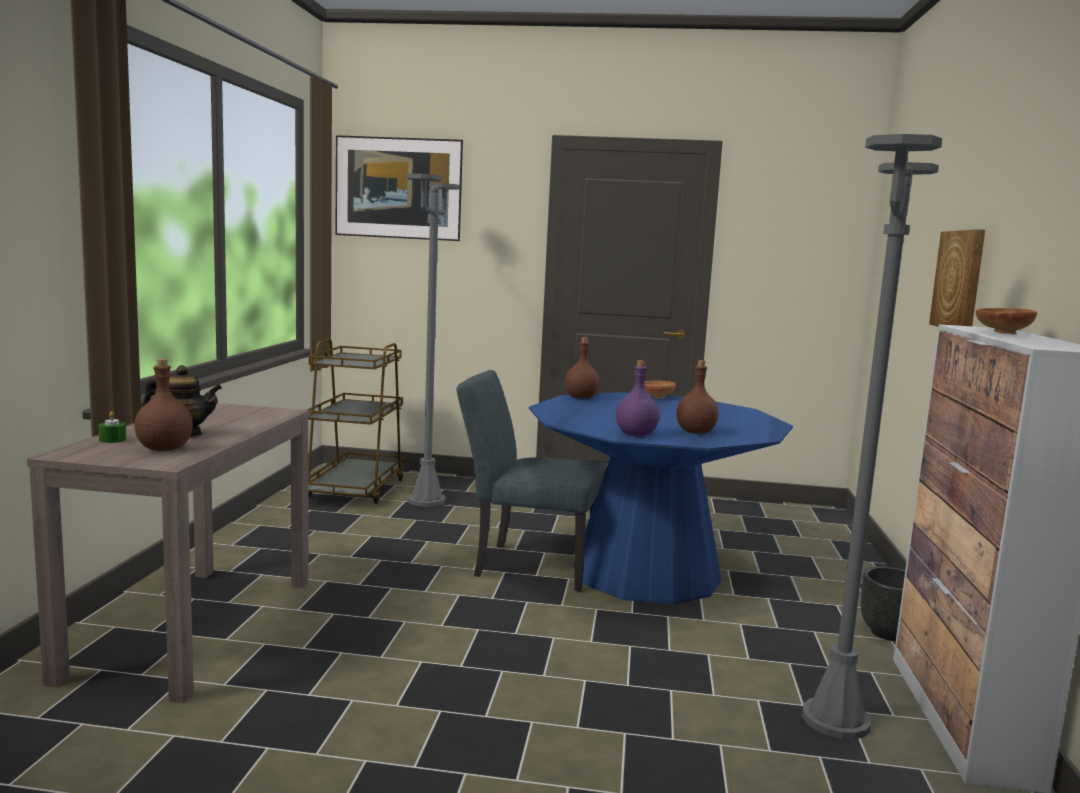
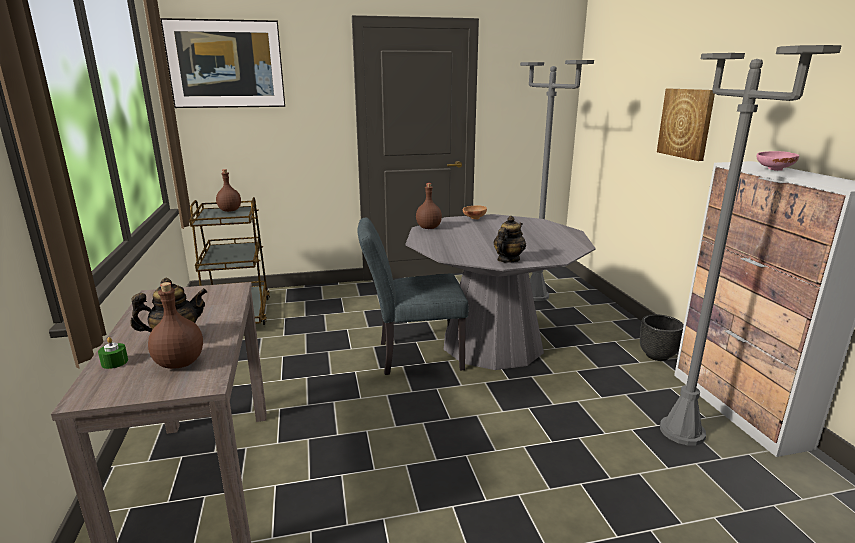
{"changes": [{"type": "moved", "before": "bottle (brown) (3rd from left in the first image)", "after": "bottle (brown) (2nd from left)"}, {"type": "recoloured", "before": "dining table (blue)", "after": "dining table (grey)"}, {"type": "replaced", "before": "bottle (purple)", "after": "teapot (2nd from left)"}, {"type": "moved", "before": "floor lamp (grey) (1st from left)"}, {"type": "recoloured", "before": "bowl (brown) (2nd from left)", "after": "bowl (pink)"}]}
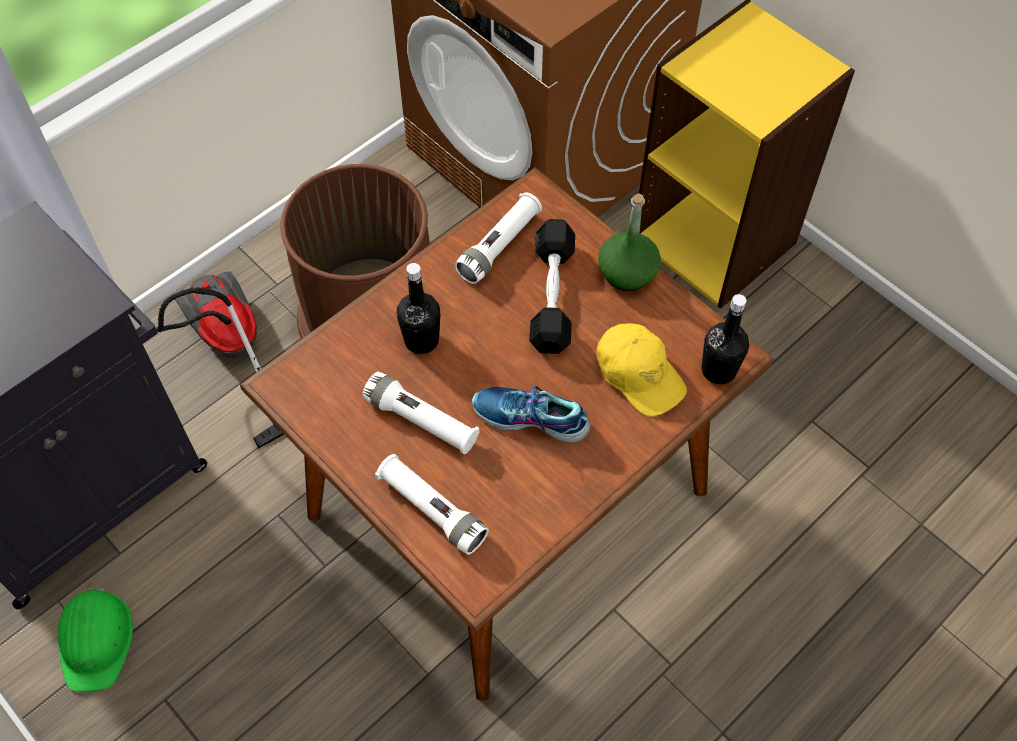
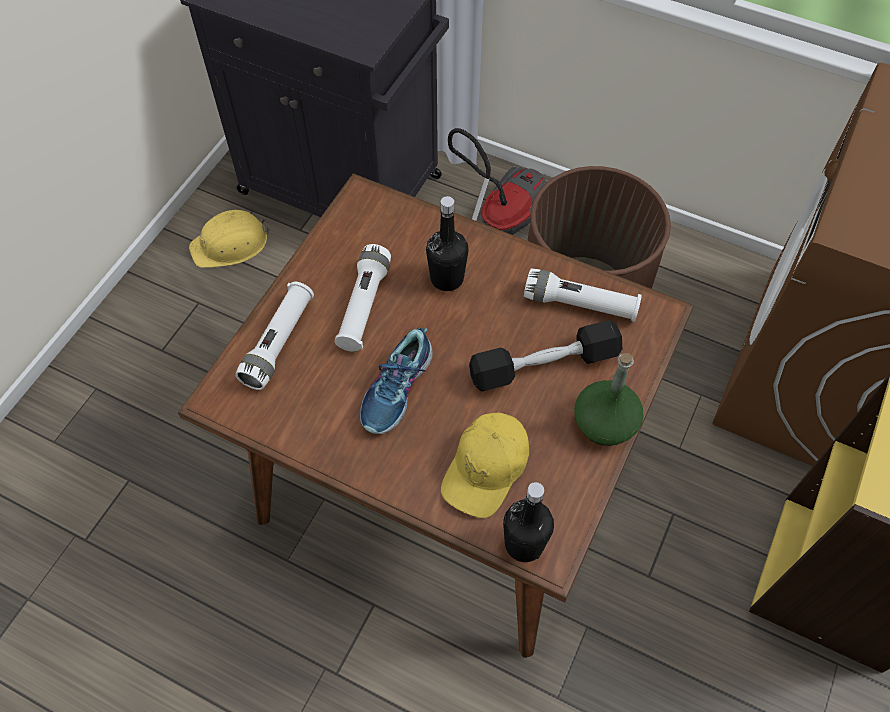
{"changes": [{"type": "recoloured", "before": "hard hat (green)", "after": "hard hat (yellow)"}, {"type": "turned", "before": "shoe", "turn": -150}]}
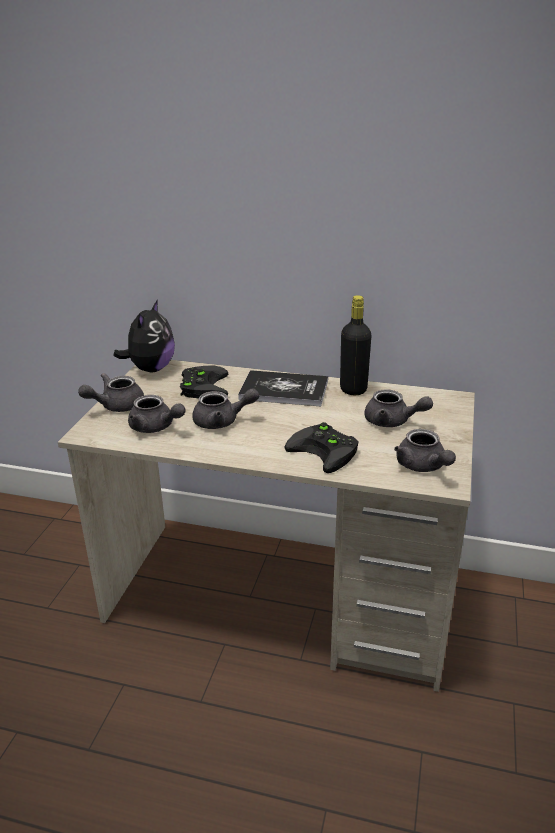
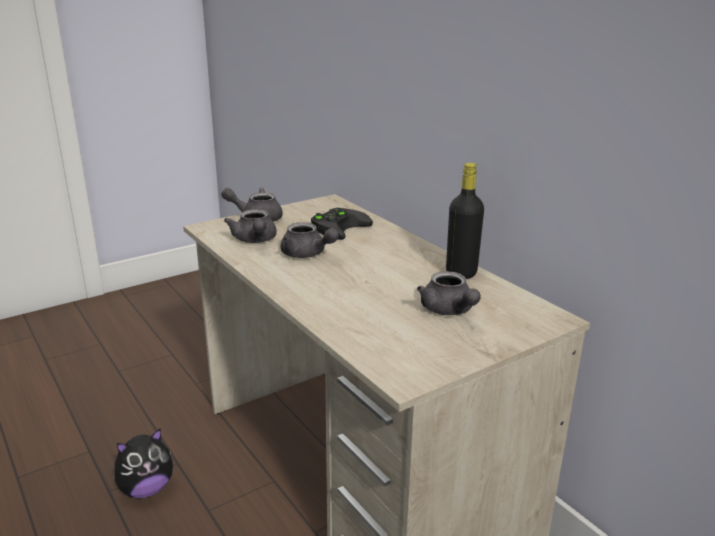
{"changes": [{"type": "moved", "before": "plush toy"}, {"type": "removed", "before": "book"}, {"type": "removed", "before": "game controller (black) (2nd from left)"}, {"type": "removed", "before": "teapot (grey) (5th from left)"}]}
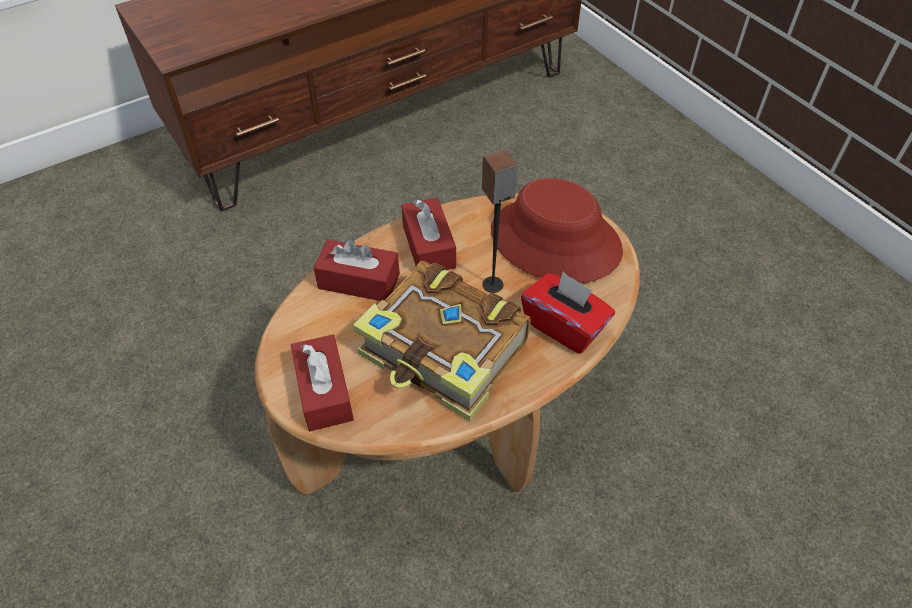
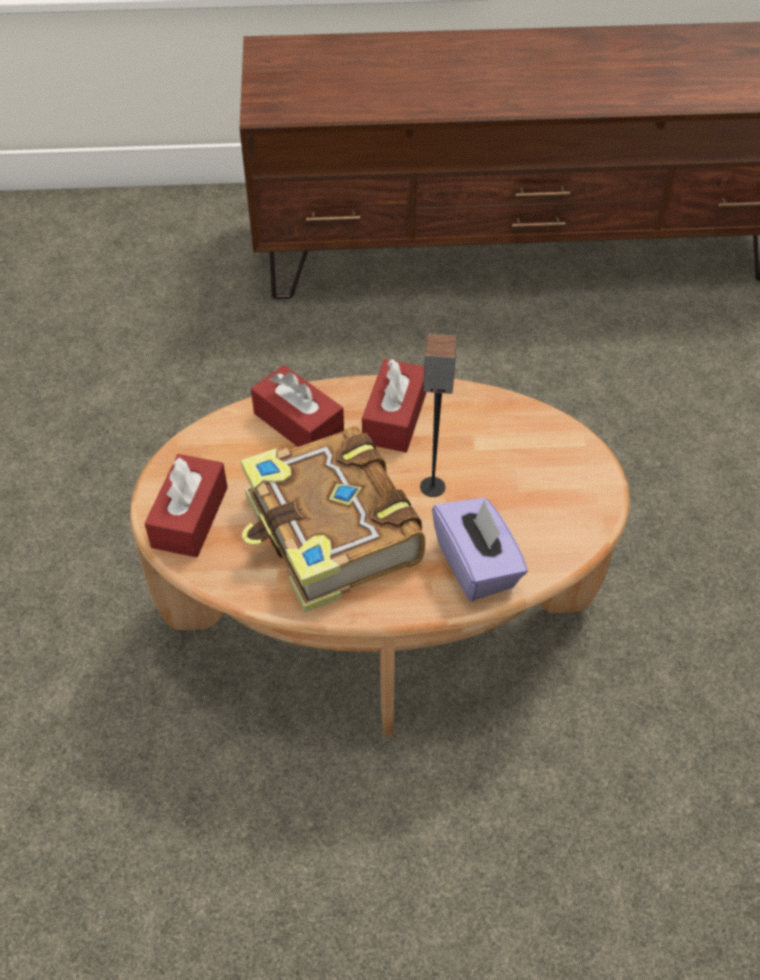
{"changes": [{"type": "recoloured", "before": "tissue box (red) (4th from left)", "after": "tissue box (purple)"}, {"type": "removed", "before": "hat (red)"}]}
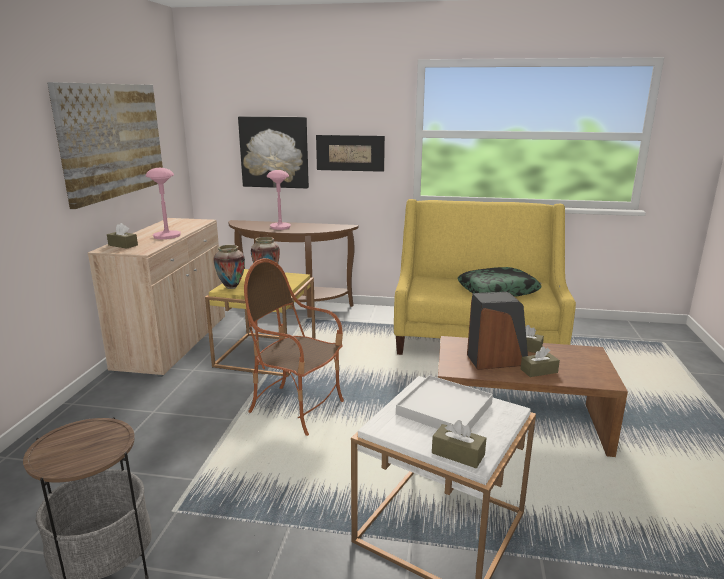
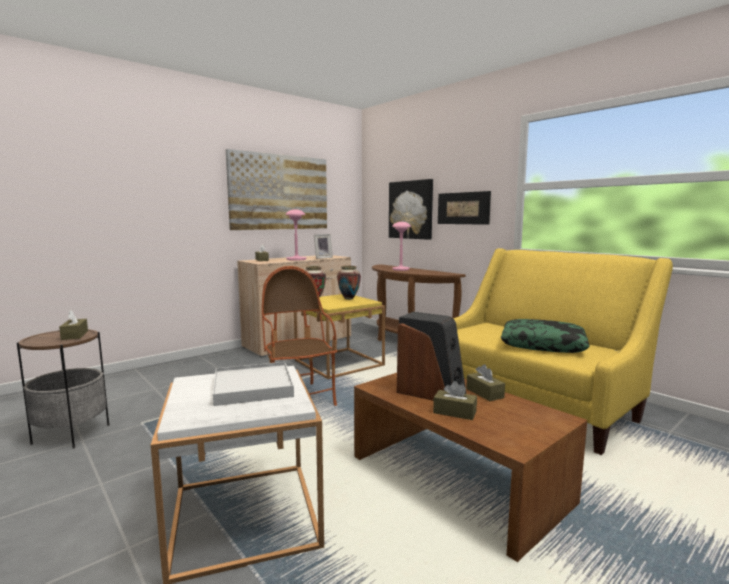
{"changes": [{"type": "moved", "before": "tissue box (brown) (2nd from left in the first image)", "after": "tissue box (brown) (1st from left)"}, {"type": "added", "after": "picture frame"}]}
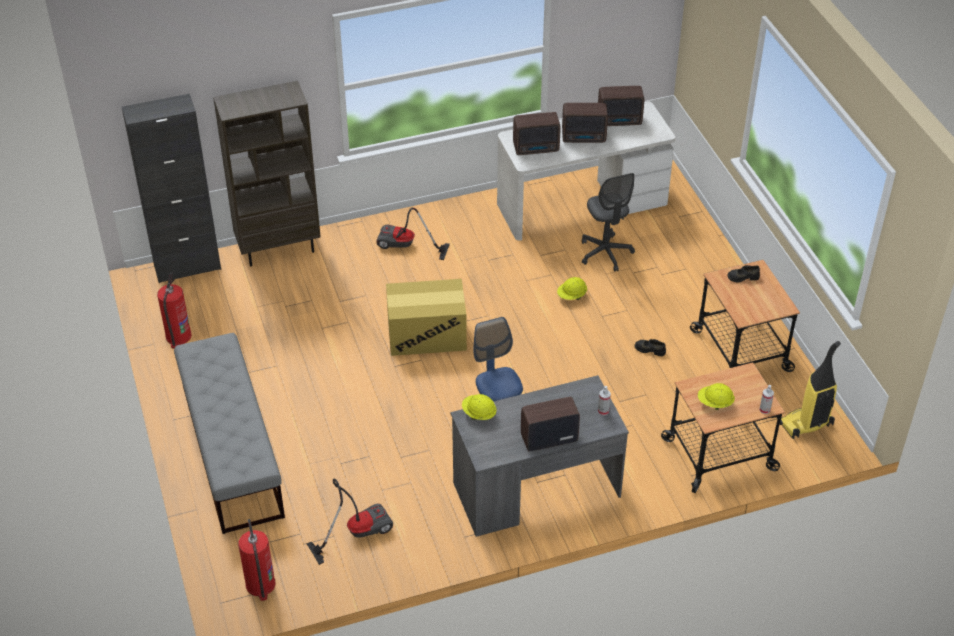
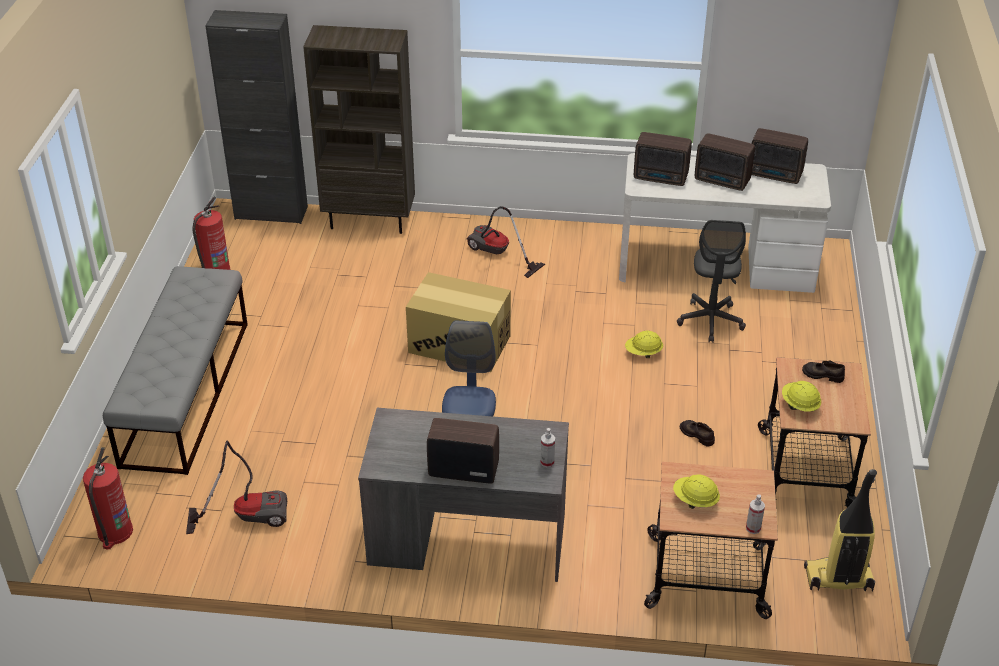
{"changes": [{"type": "moved", "before": "hard hat (yellow) (1st from left in the first image)", "after": "hard hat (yellow) (3rd from left)"}]}
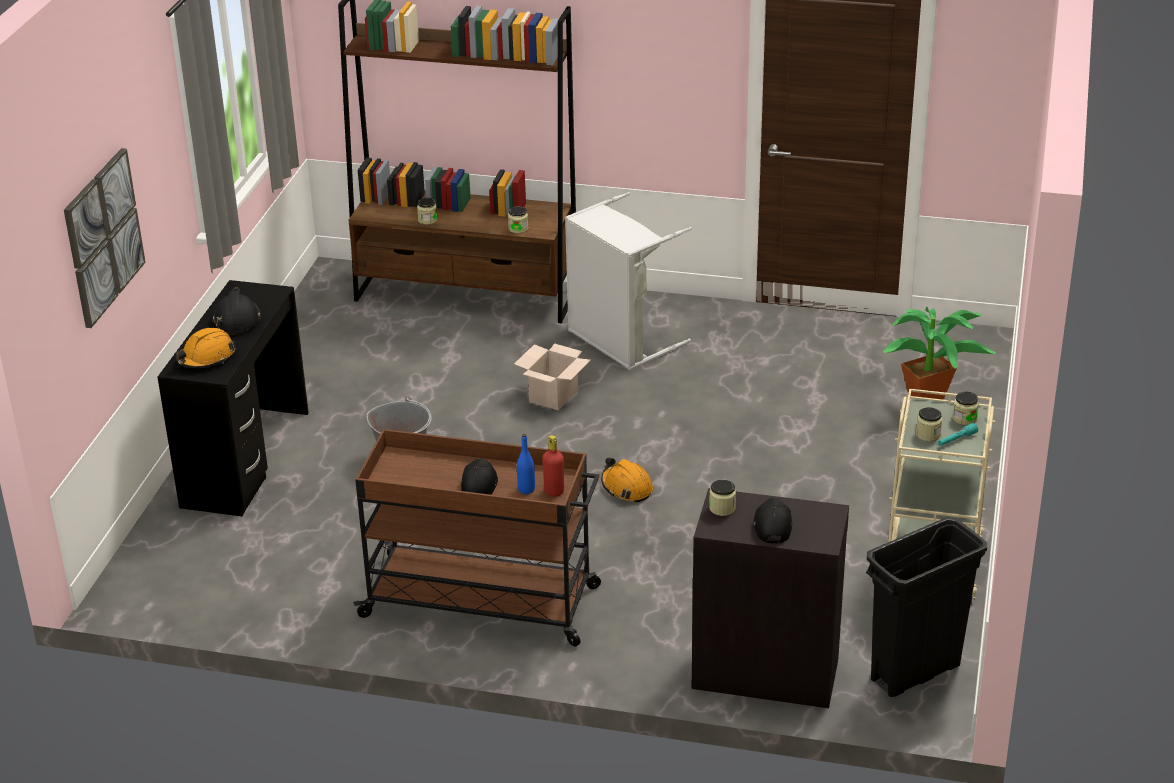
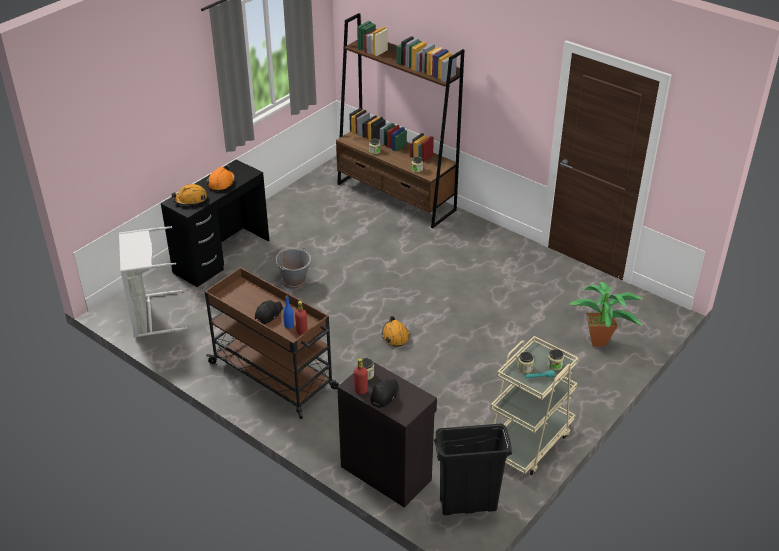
{"changes": [{"type": "moved", "before": "laundry basket (grey)"}, {"type": "recoloured", "before": "hard hat (black)", "after": "hard hat (orange) (2nd from left)"}, {"type": "added", "after": "bottle (red) (2nd from left)"}, {"type": "removed", "before": "picture"}, {"type": "removed", "before": "cardboard box"}]}
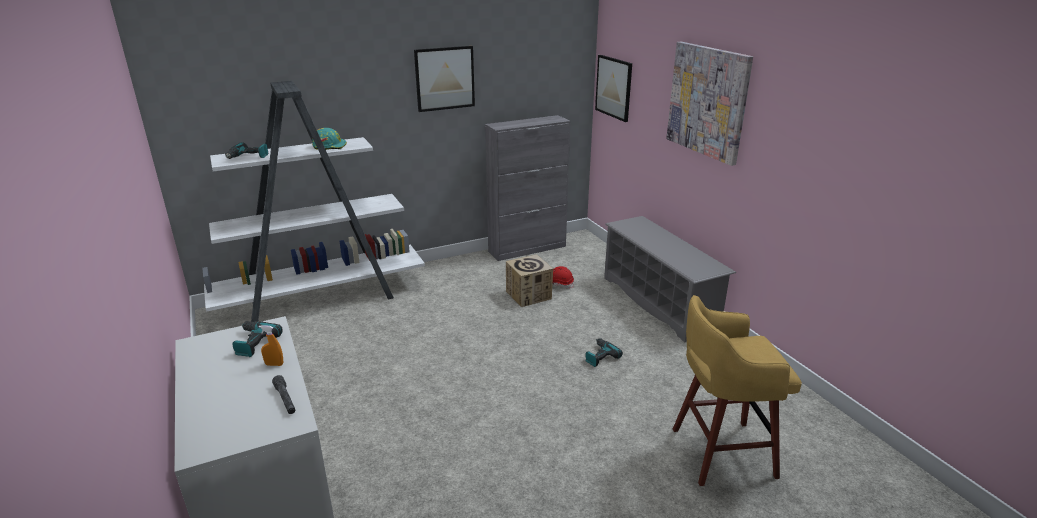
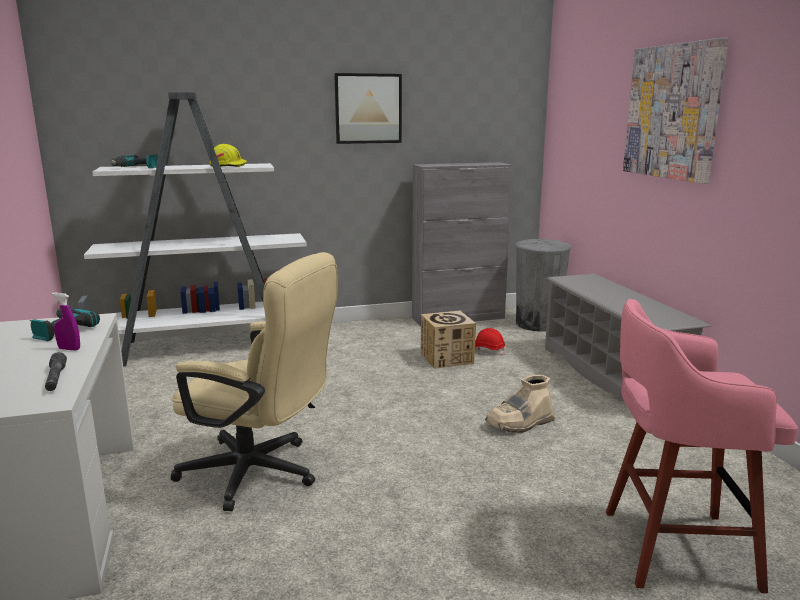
{"changes": [{"type": "recoloured", "before": "spray bottle (orange)", "after": "spray bottle (purple)"}, {"type": "added", "after": "office chair (beige)"}, {"type": "recoloured", "before": "hard hat (turquoise)", "after": "hard hat (yellow)"}, {"type": "replaced", "before": "power drill (3rd from left)", "after": "boot (beige)"}, {"type": "added", "after": "trash can (grey)"}, {"type": "recoloured", "before": "stool (yellow)", "after": "stool (pink)"}, {"type": "removed", "before": "picture (2nd from left)"}]}
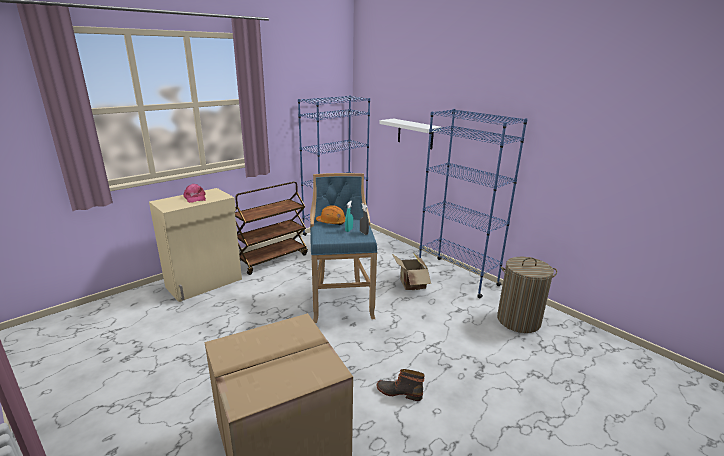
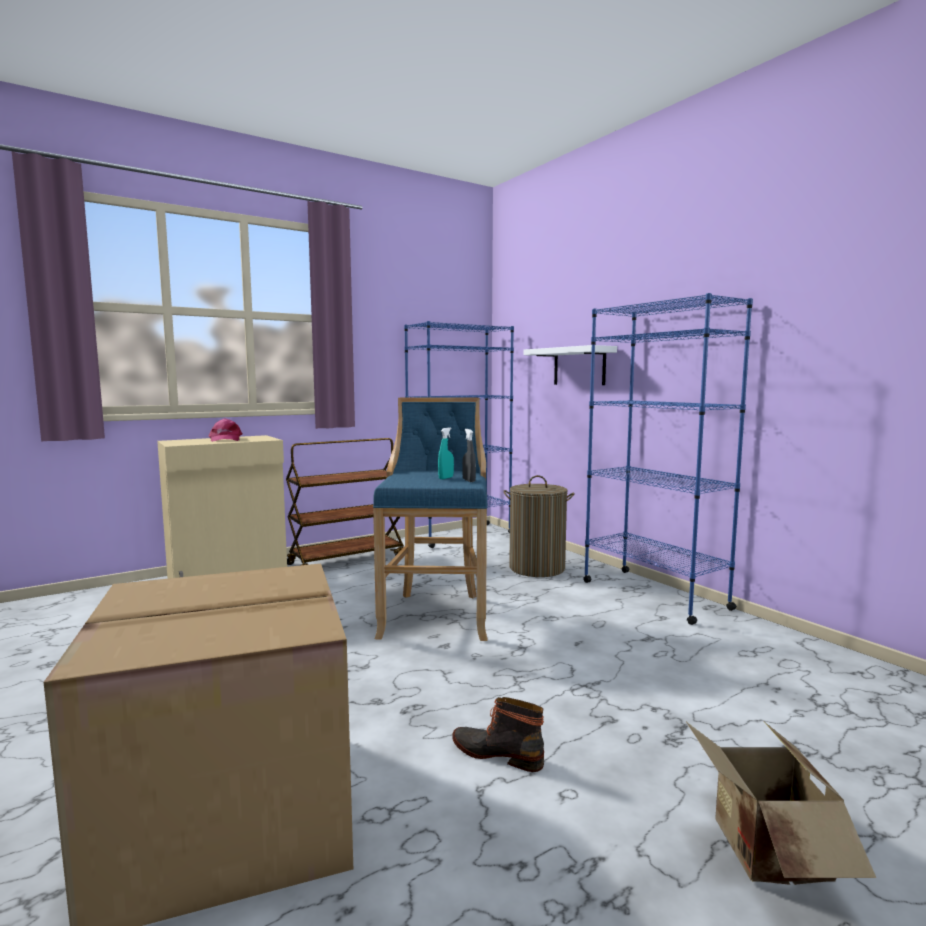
{"changes": [{"type": "moved", "before": "laundry basket"}, {"type": "moved", "before": "cardboard box (2nd from left)"}, {"type": "removed", "before": "hard hat (orange)"}]}
